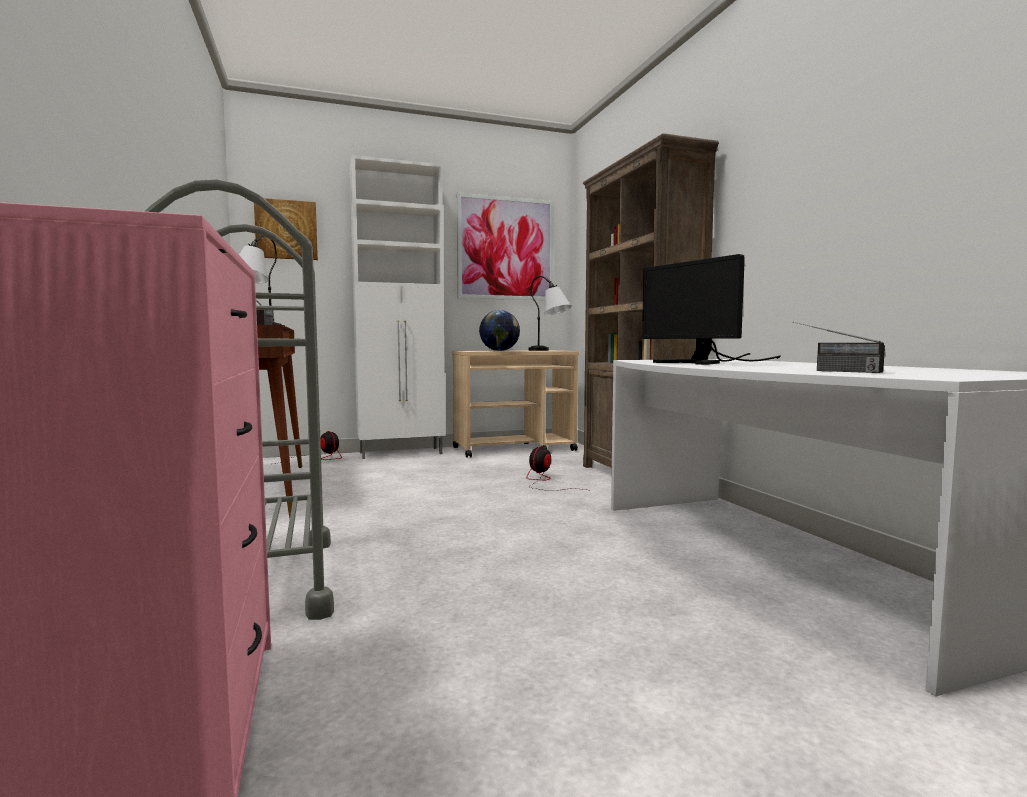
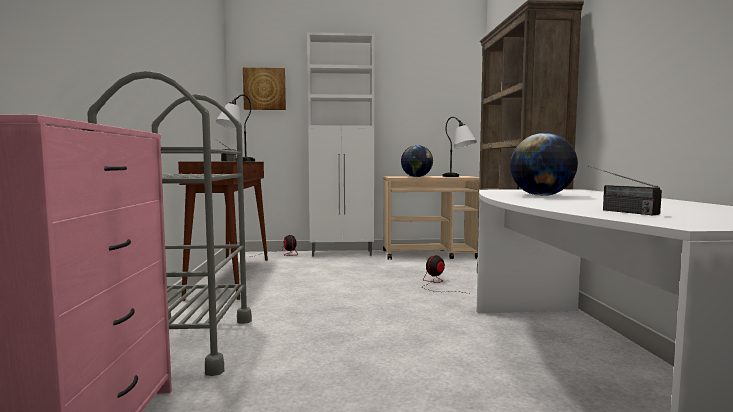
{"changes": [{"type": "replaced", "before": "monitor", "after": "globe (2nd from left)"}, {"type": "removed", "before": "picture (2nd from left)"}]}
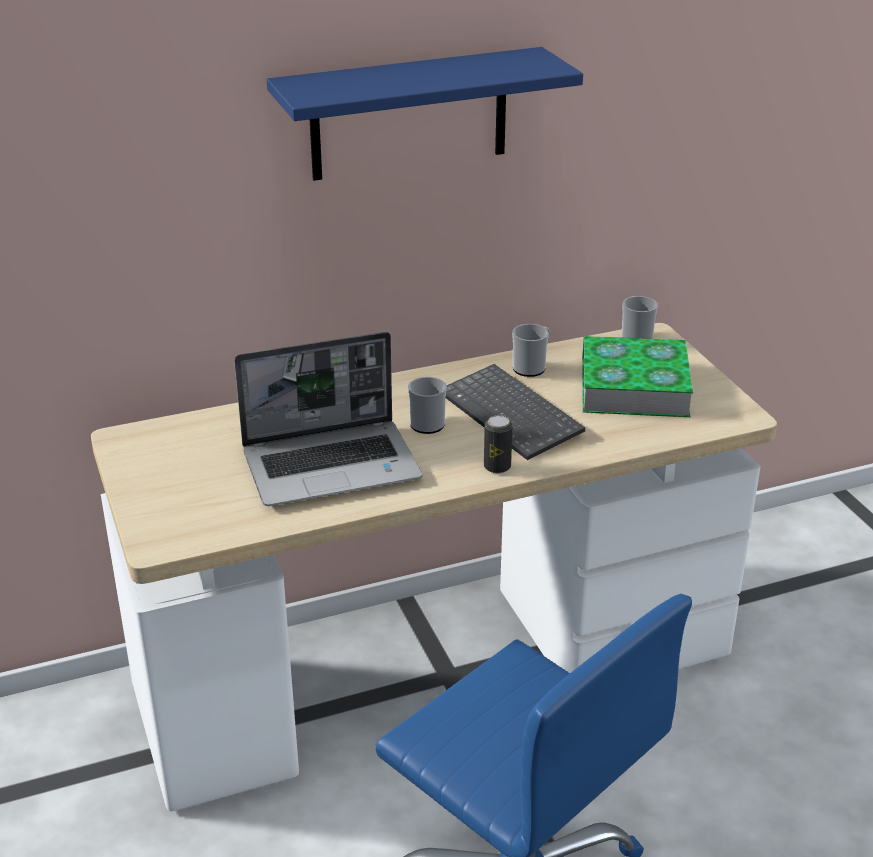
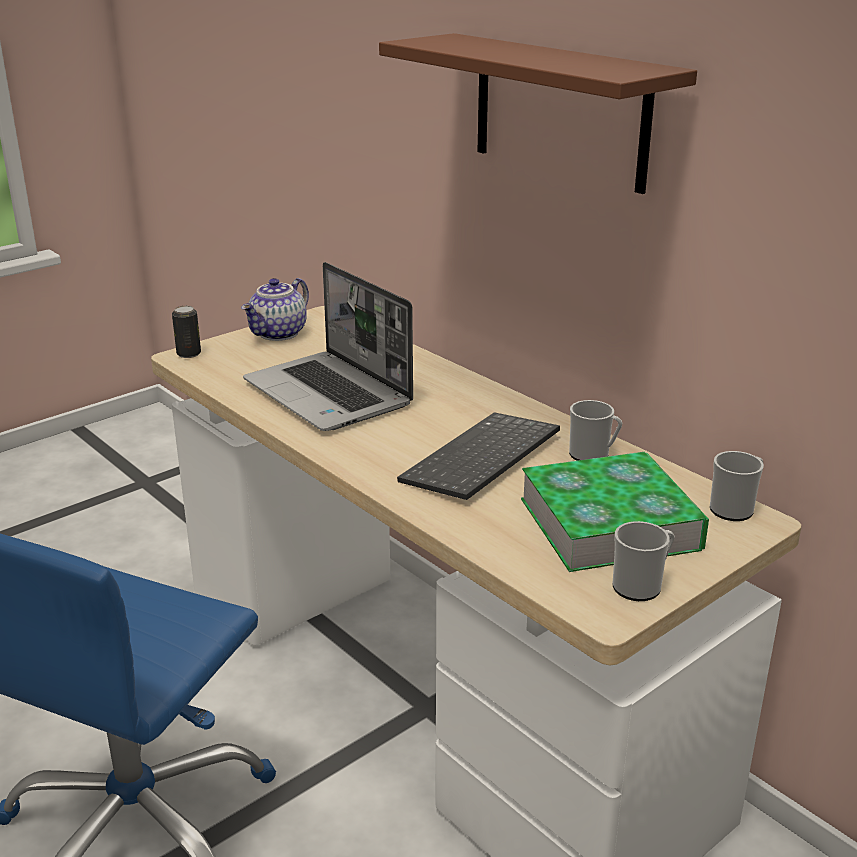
{"changes": [{"type": "moved", "before": "can"}, {"type": "added", "after": "teapot"}, {"type": "recoloured", "before": "shelf (blue)", "after": "shelf (brown)"}, {"type": "moved", "before": "mug (1st from left in the first image)", "after": "mug (2nd from left)"}]}
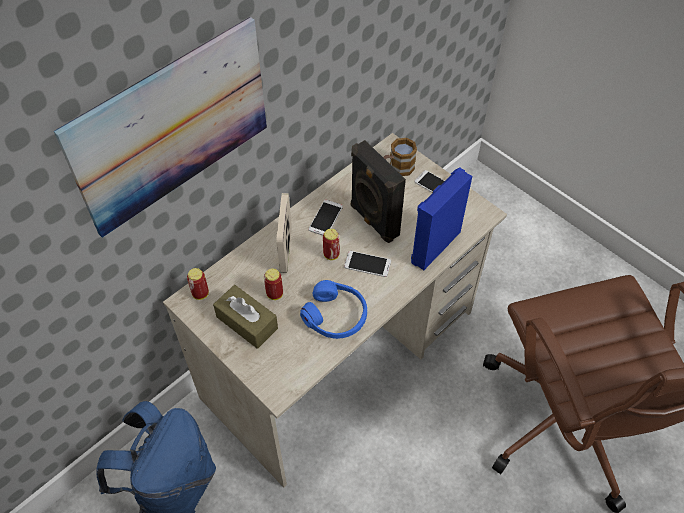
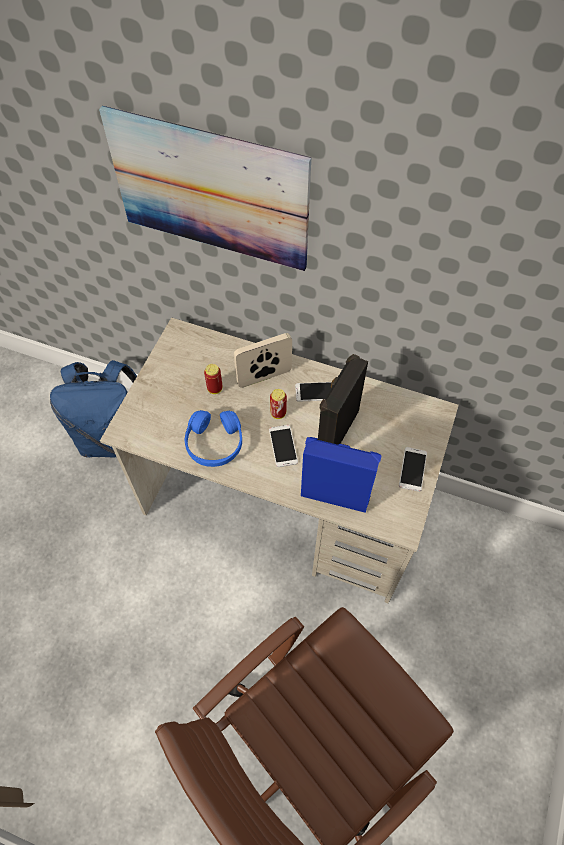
{"changes": [{"type": "removed", "before": "can (1st from left)"}, {"type": "removed", "before": "tissue box (brown)"}, {"type": "removed", "before": "mug"}]}
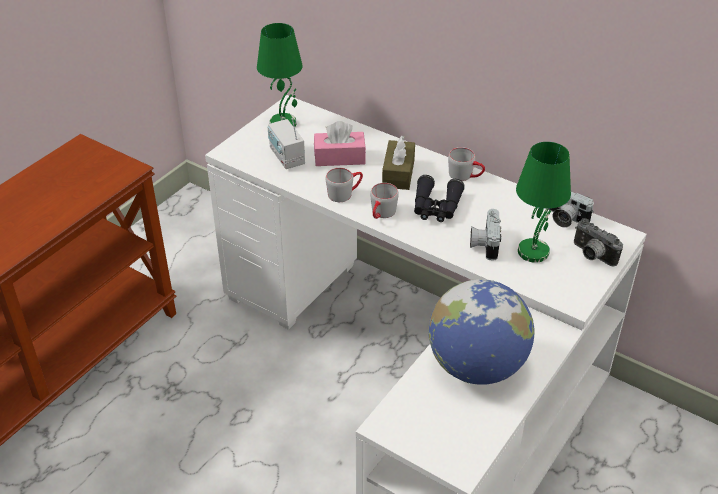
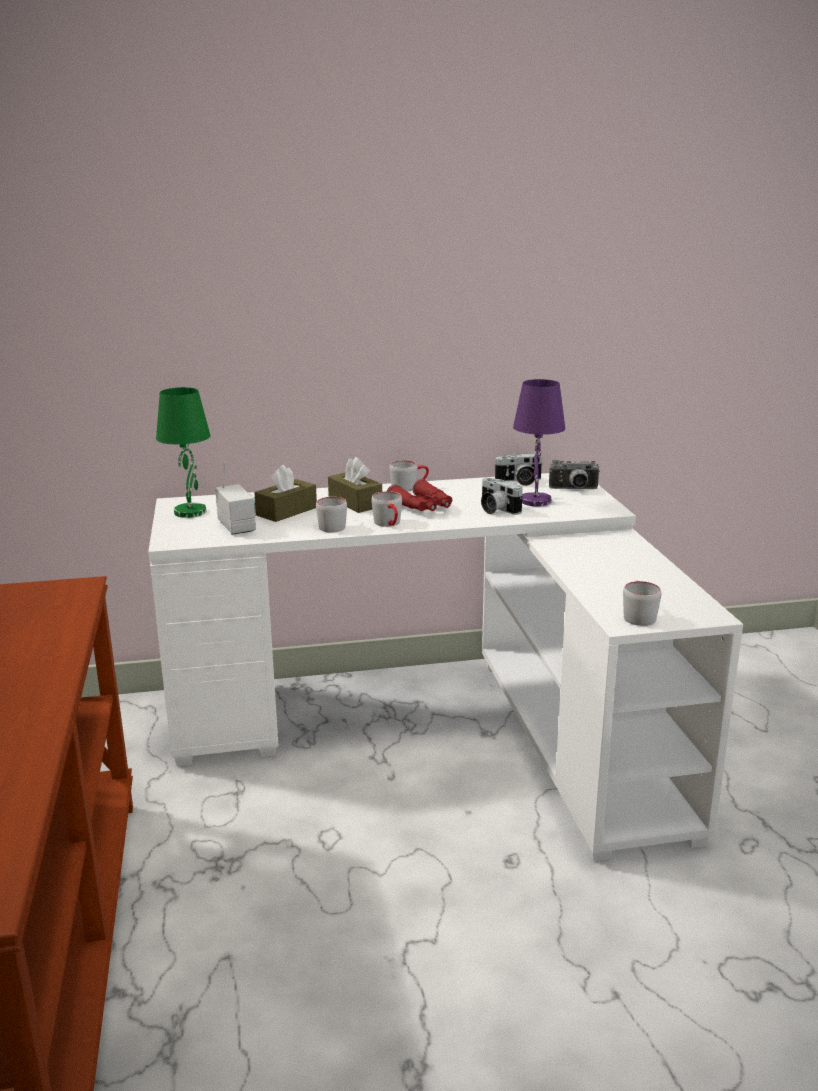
{"changes": [{"type": "turned", "before": "radio", "turn": -135}, {"type": "recoloured", "before": "tissue box (pink)", "after": "tissue box (brown) (1st from left)"}, {"type": "recoloured", "before": "binoculars (black)", "after": "binoculars (red)"}, {"type": "recoloured", "before": "table lamp (green) (2nd from left)", "after": "table lamp (purple)"}, {"type": "added", "after": "mug (grey) (4th from left)"}, {"type": "removed", "before": "globe"}]}
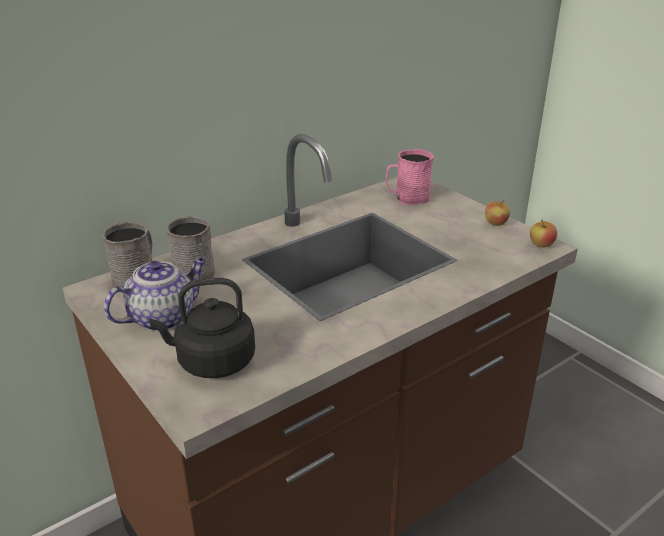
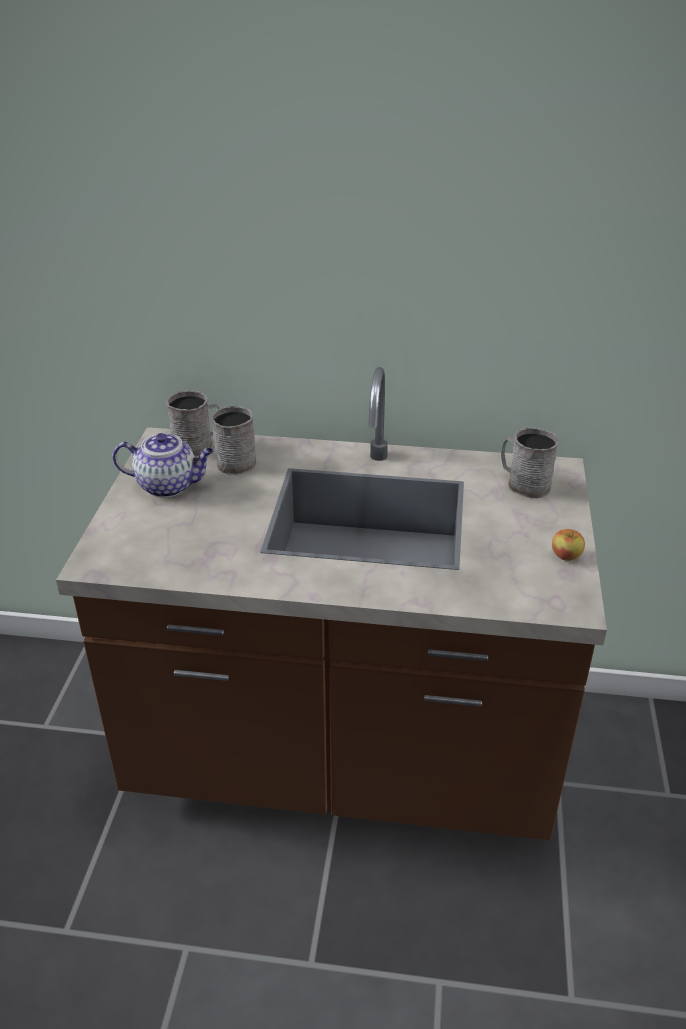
{"changes": [{"type": "recoloured", "before": "mug (pink)", "after": "mug (grey) (3rd from left)"}, {"type": "removed", "before": "kettle (black)"}, {"type": "removed", "before": "apple (2nd from left)"}]}
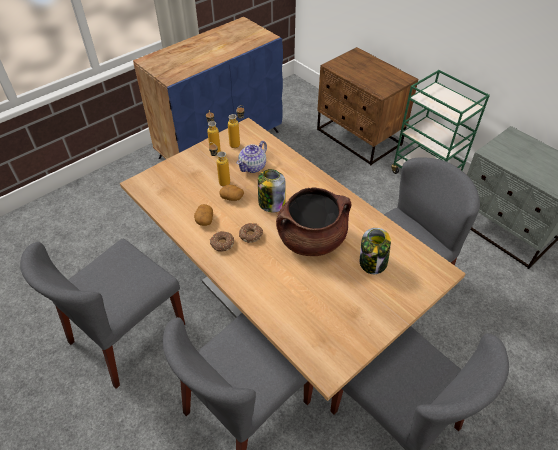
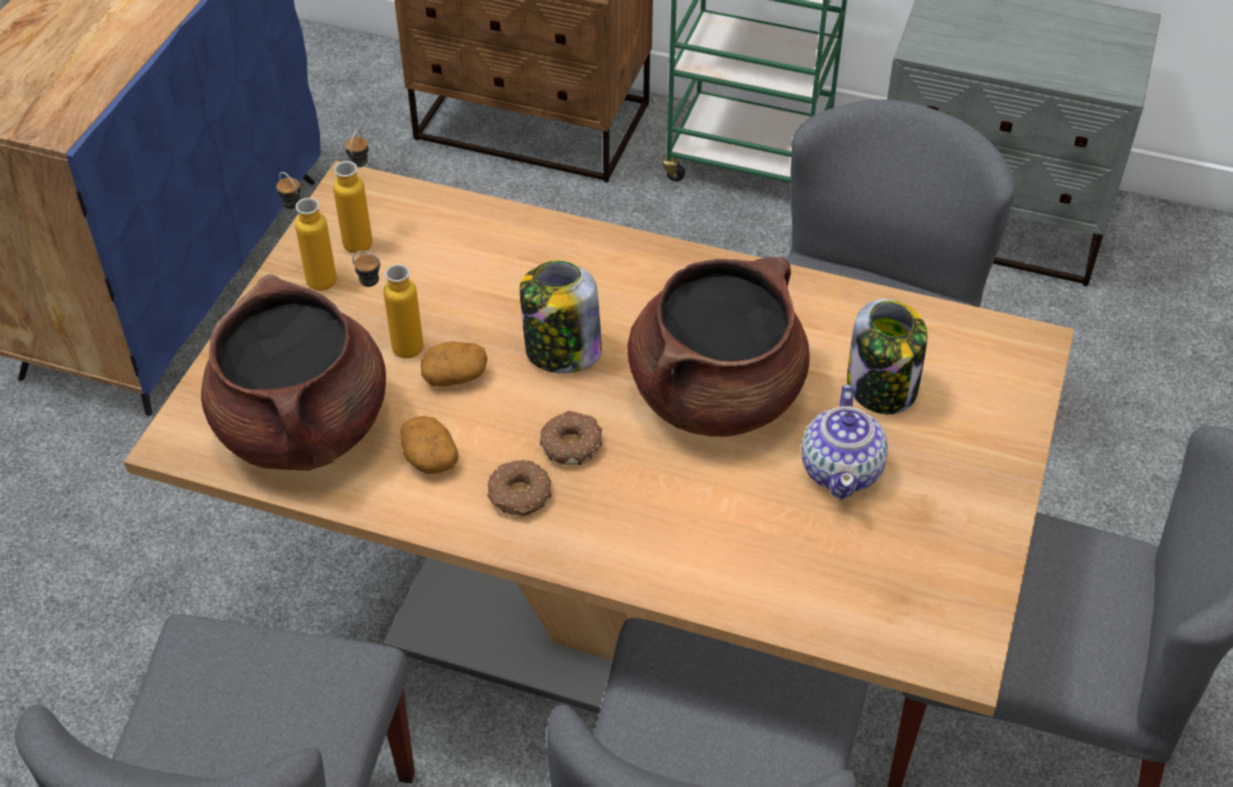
{"changes": [{"type": "added", "after": "cooking pot (brown) (1st from left)"}, {"type": "moved", "before": "teapot"}]}
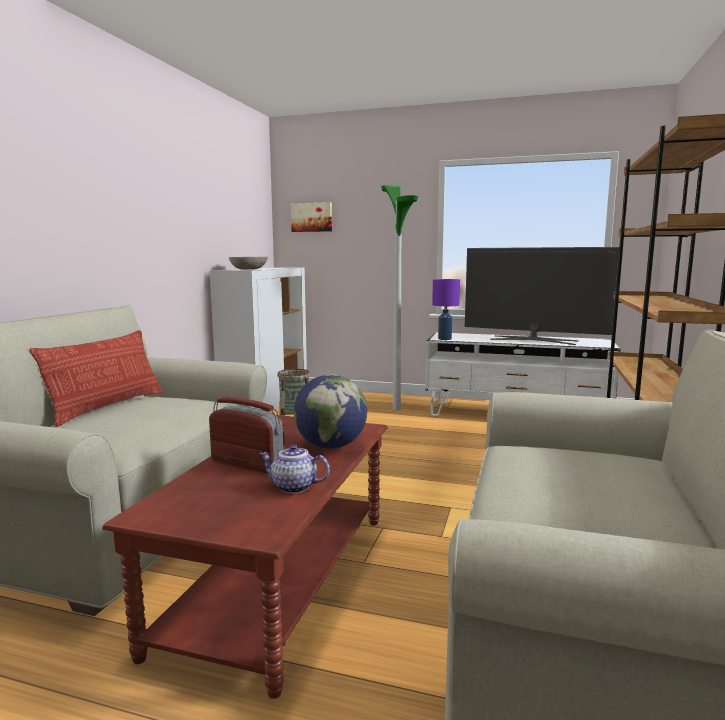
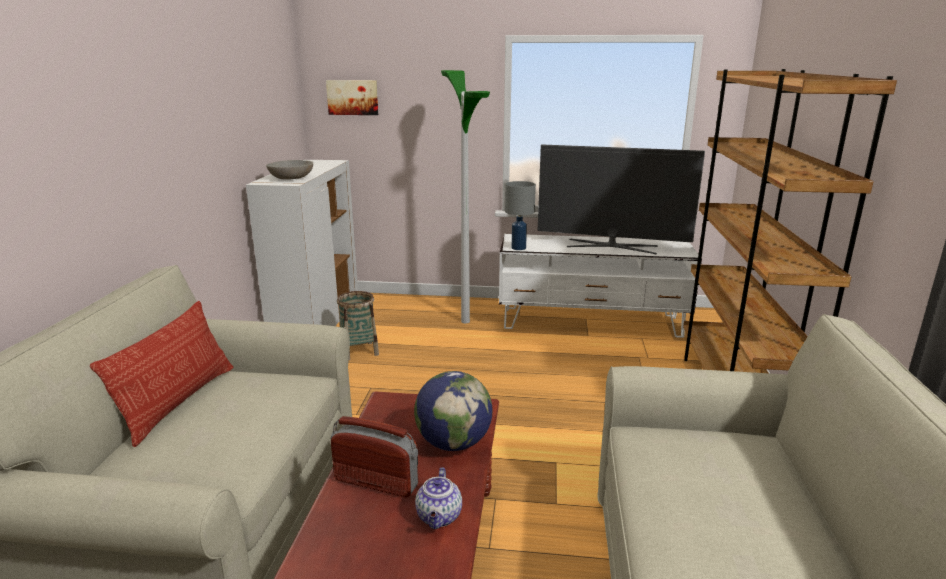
{"changes": [{"type": "turned", "before": "teapot", "turn": -90}, {"type": "recoloured", "before": "table lamp (purple)", "after": "table lamp (grey)"}]}
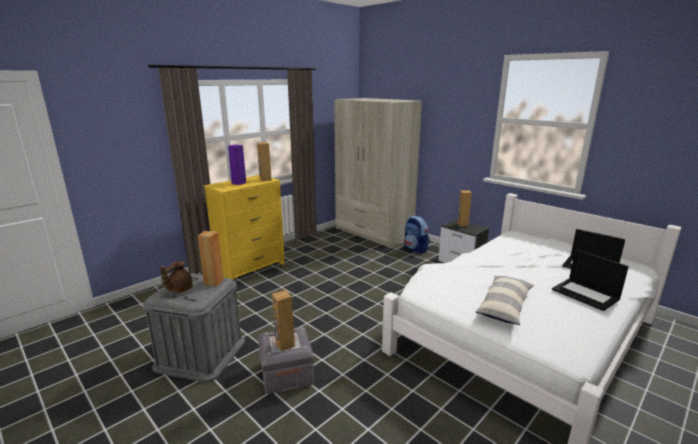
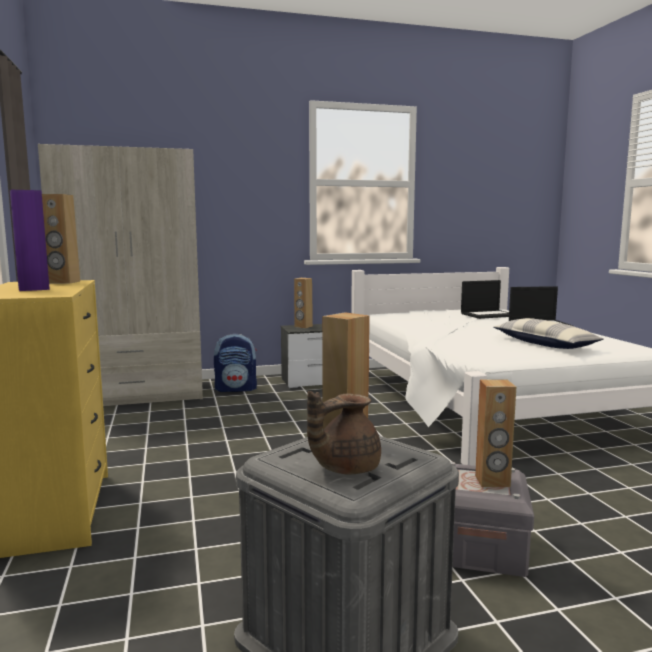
{"changes": [{"type": "turned", "before": "teapot (brown)", "turn": 90}]}
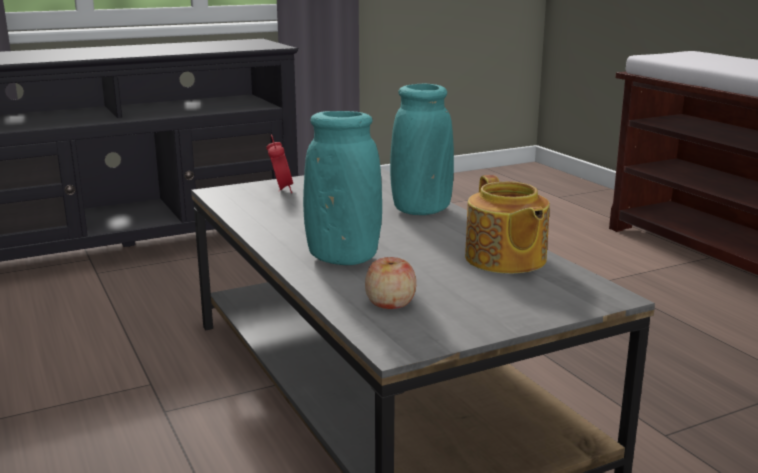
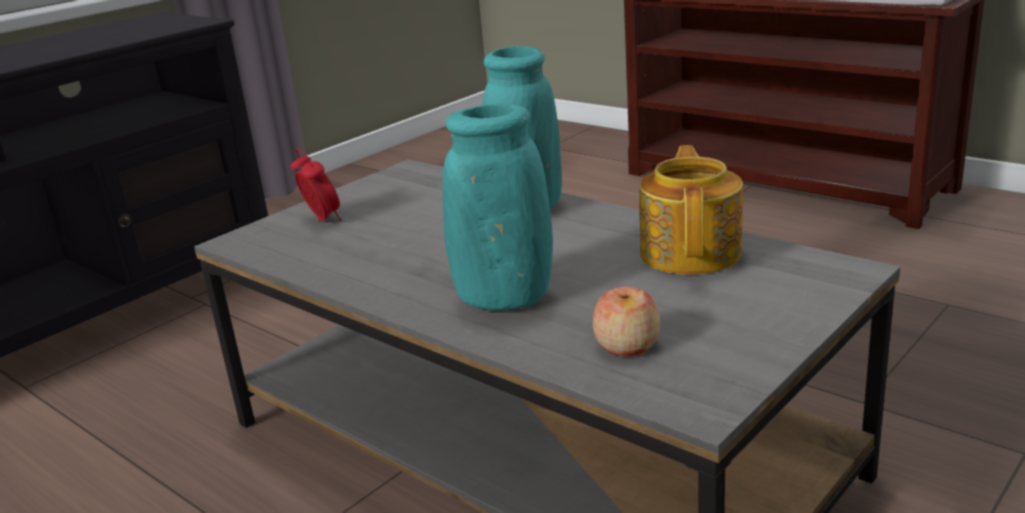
{"changes": [{"type": "turned", "before": "teapot", "turn": -135}]}
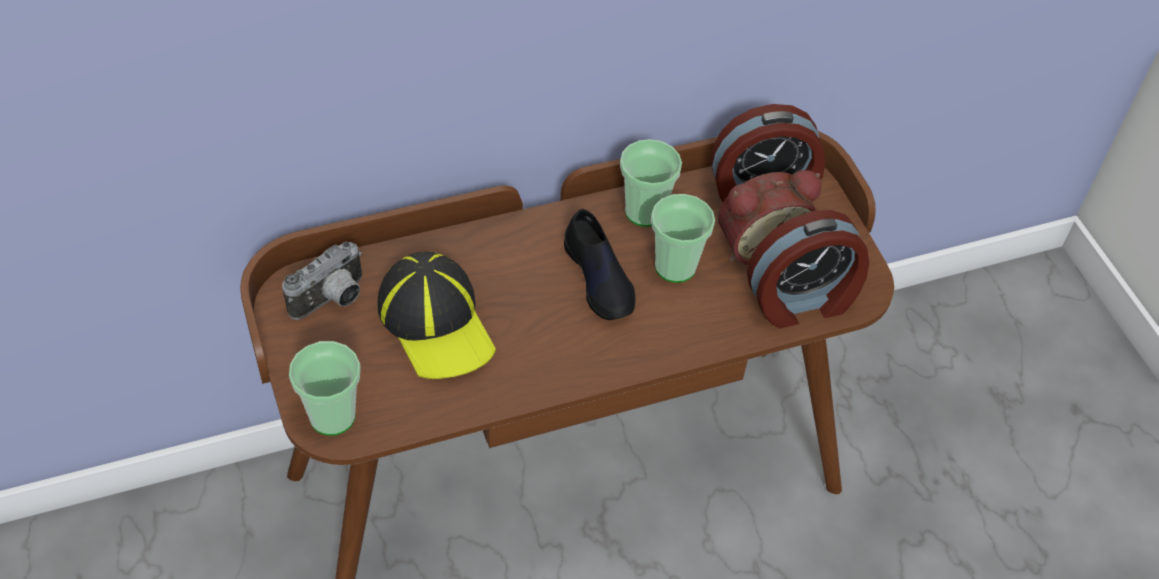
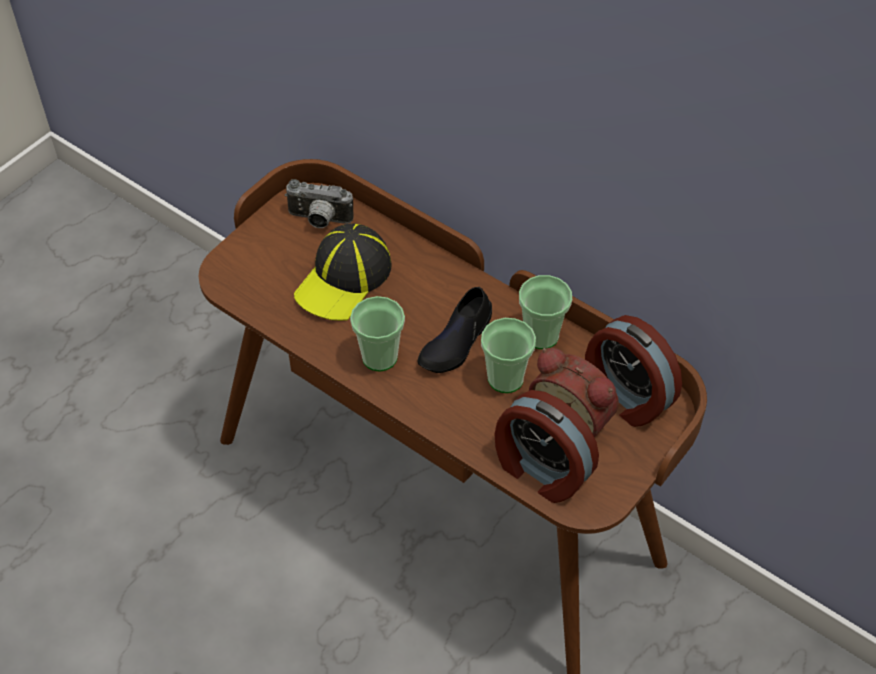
{"changes": [{"type": "moved", "before": "cup (1st from left)"}]}
